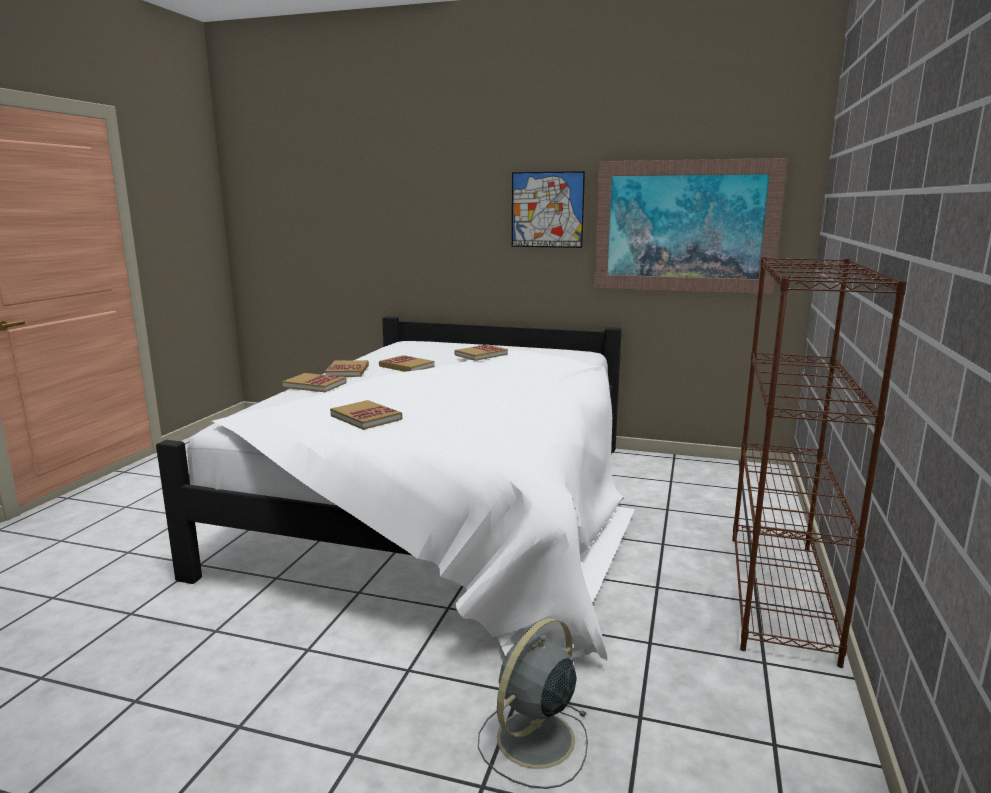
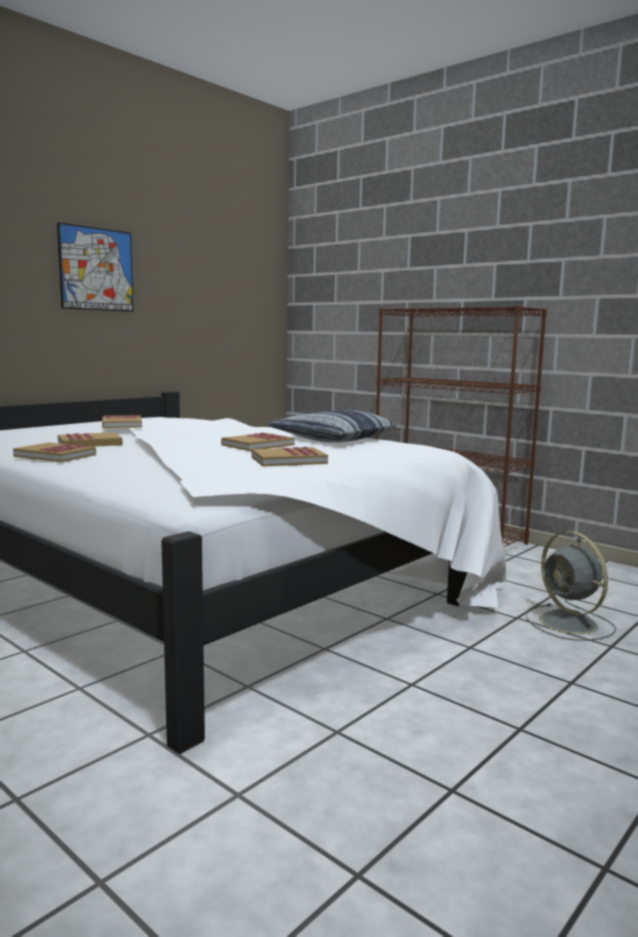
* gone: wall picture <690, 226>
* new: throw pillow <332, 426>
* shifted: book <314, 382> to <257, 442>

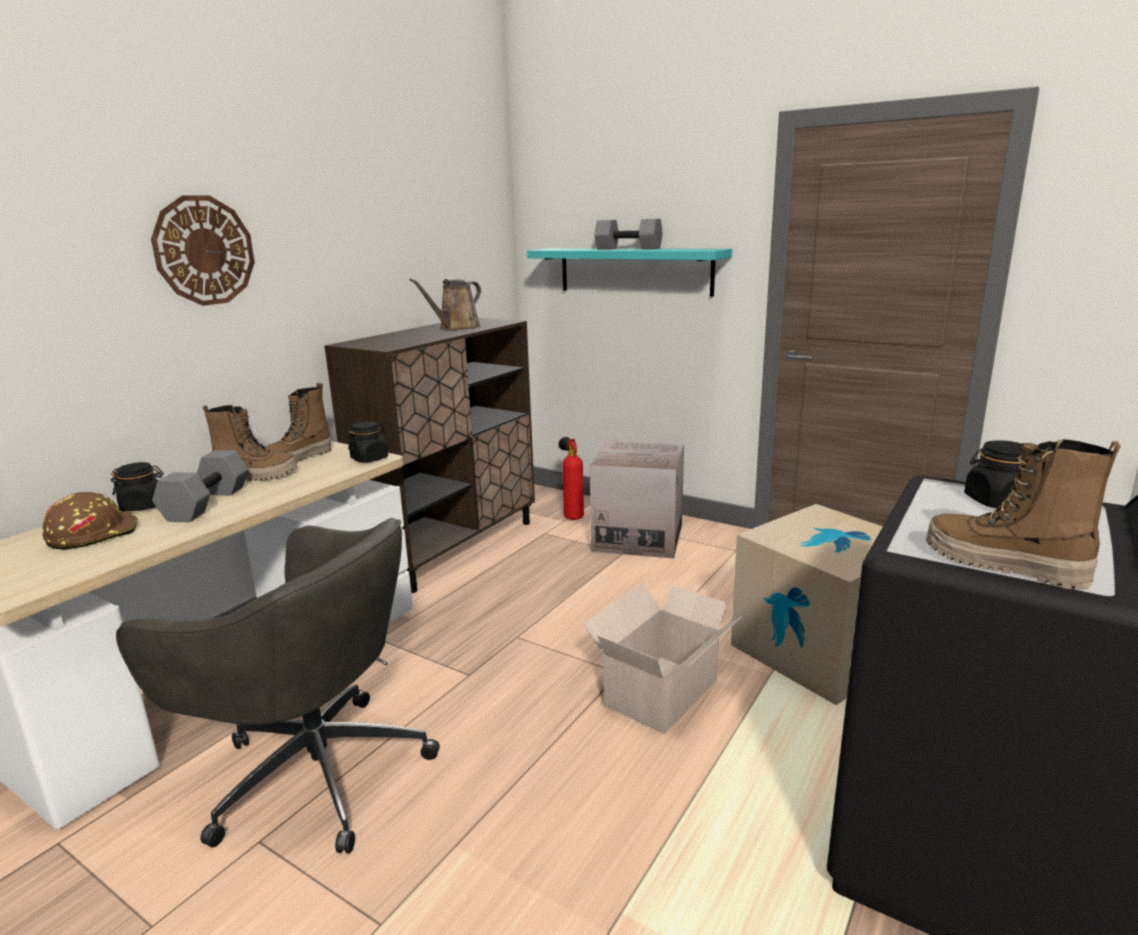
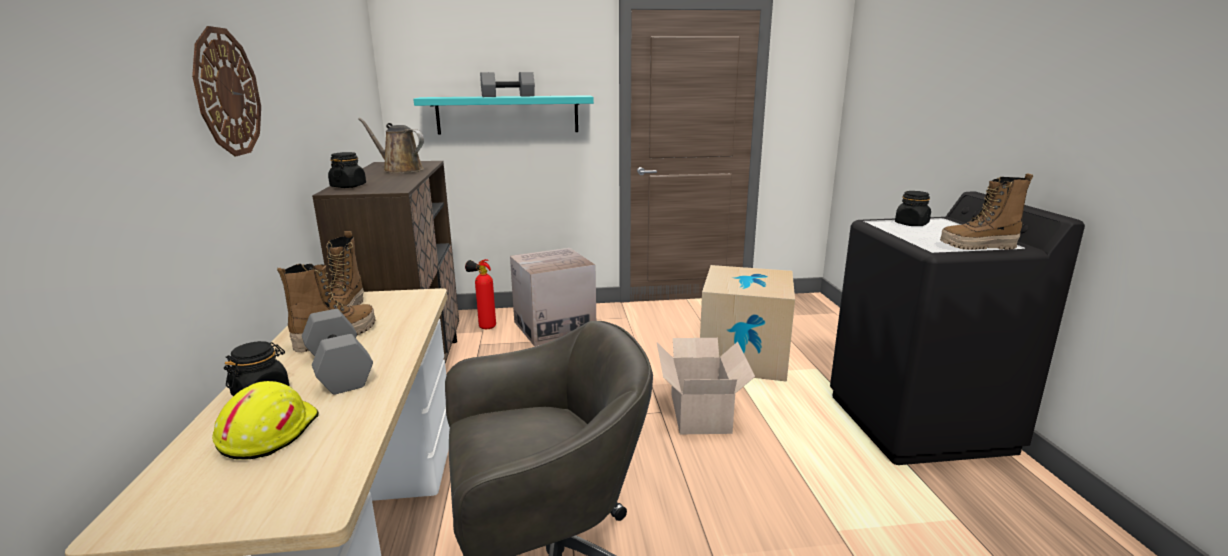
* shifted: preserve jar in blackish <368, 442> to <347, 170>
* repainted: safety helmet in brown <90, 521> to safety helmet in yellow <265, 420>
* rotated: watering pot in brown <445, 304> = <391, 145> 120 degrees clockwise

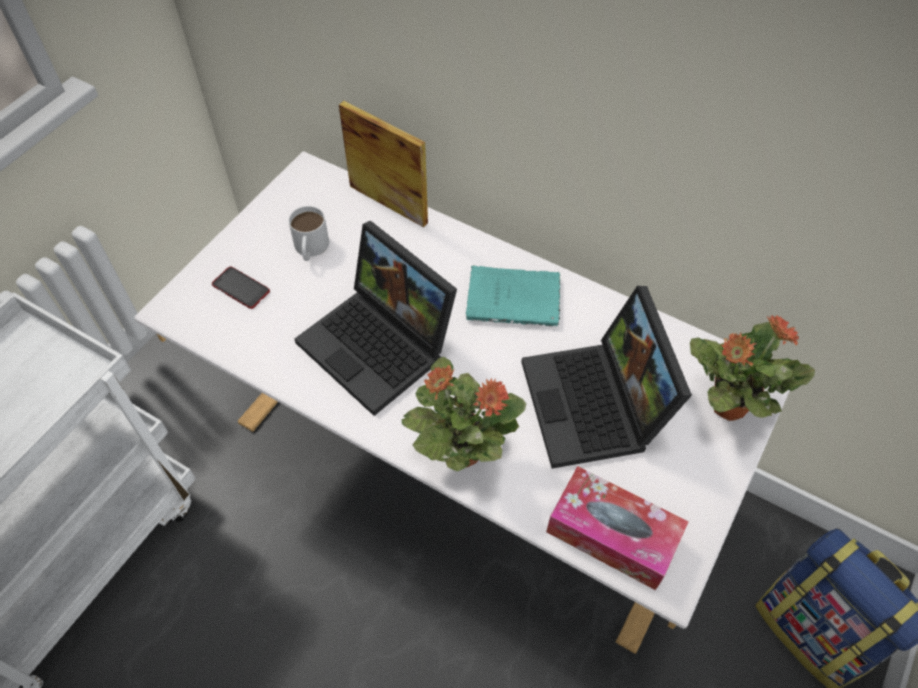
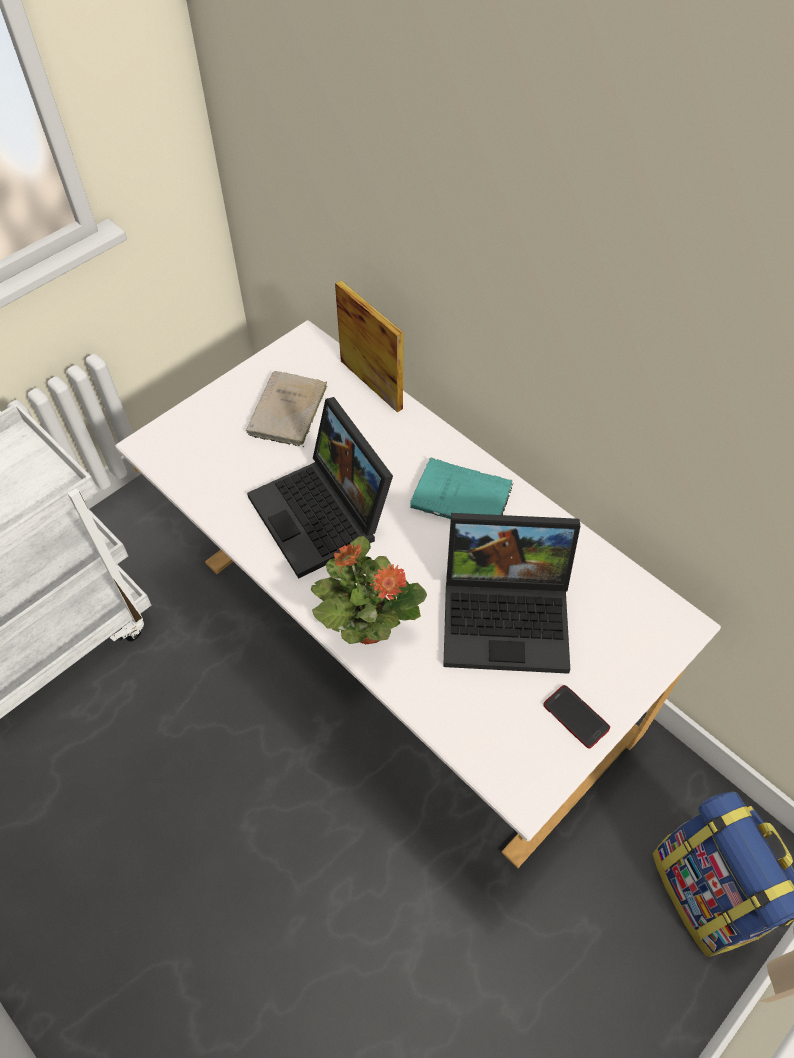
* gone: box of tissues <617, 528>
* gone: houseplant <752, 368>
* shifted: handset <241, 288> to <576, 716>
* swapped: mug in white-coloured <308, 233> to book in beige-coloured <286, 409>
* rotated: portable computer <606, 377> = <511, 593> 90 degrees counterclockwise

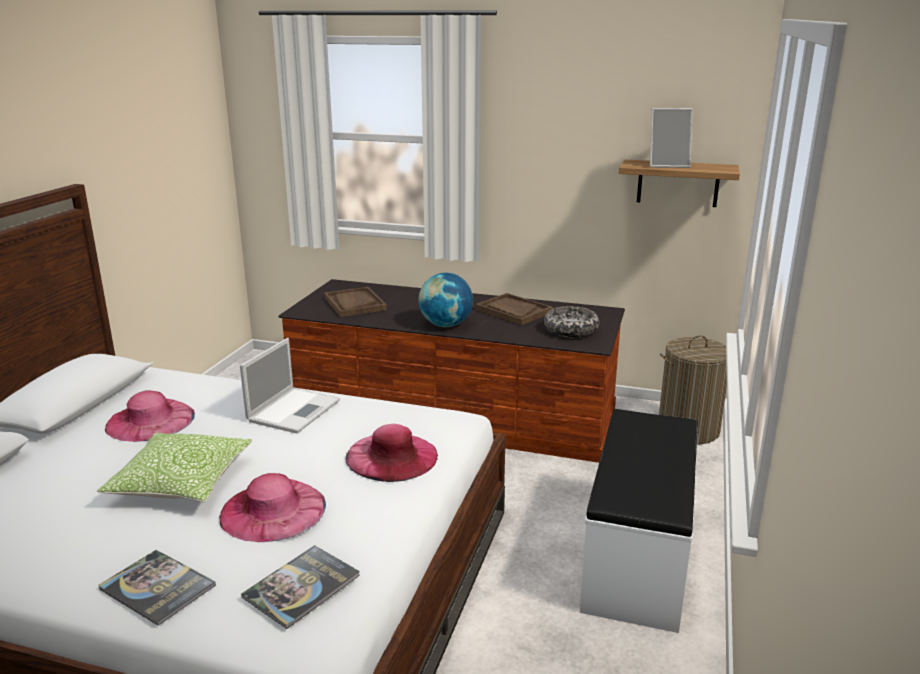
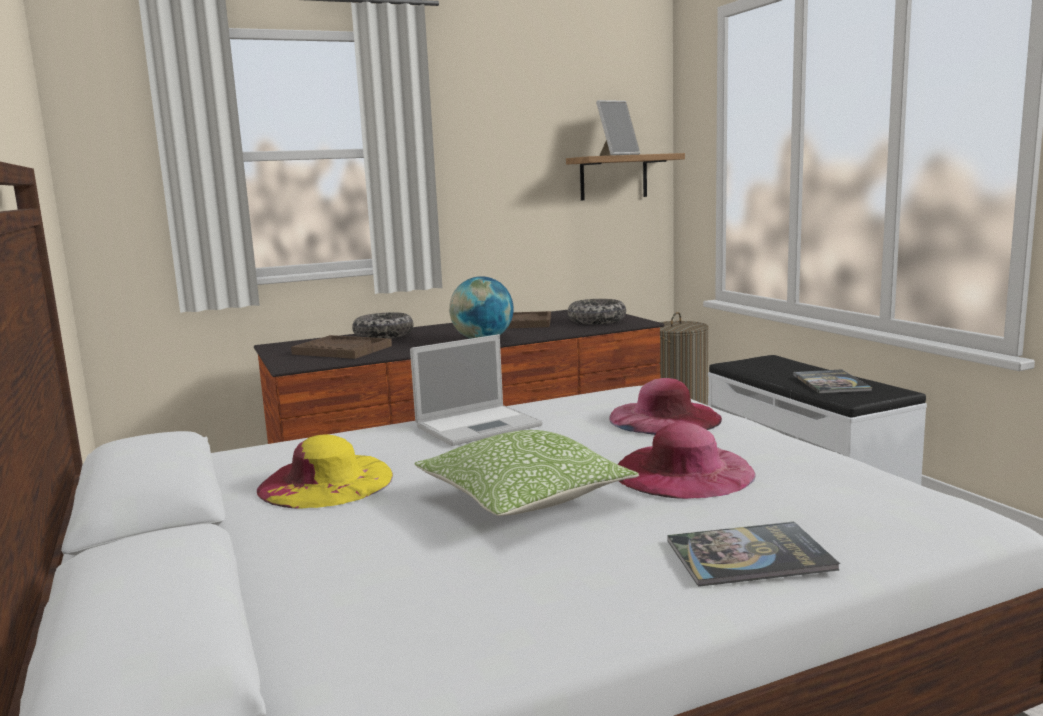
* new: bowl <382, 325>
* shifted: book <300, 587> to <832, 382>
* repainted: wearable hat in pink-coloured <150, 416> to wearable hat in yellow <325, 471>
* rotated: portable computer <290, 385> = <476, 390> 75 degrees clockwise

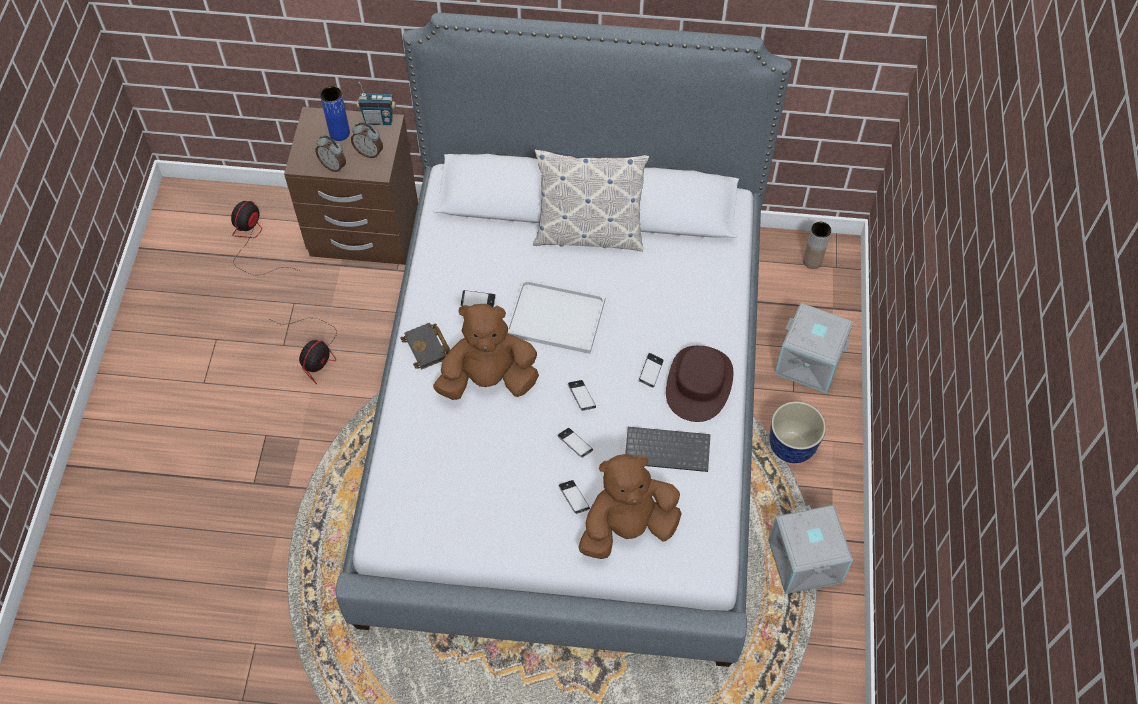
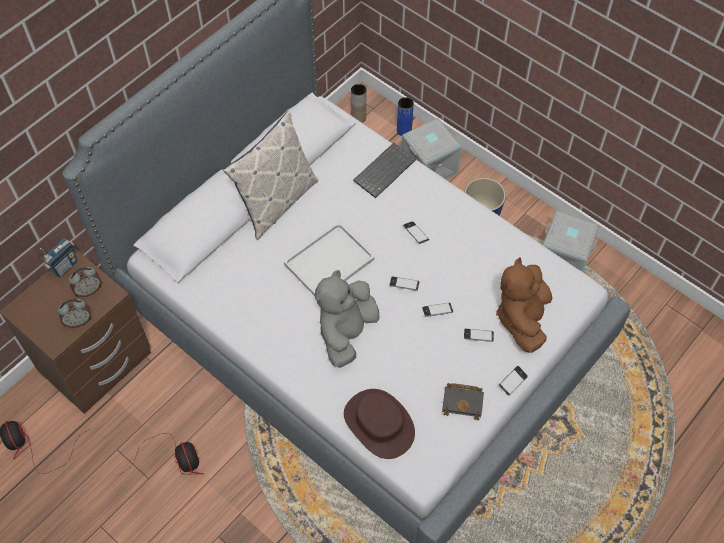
* shifted: vase in blue-coloured <335, 113> to <405, 116>
* shifted: book in blackish <425, 346> to <463, 401>
* shifted: handset <478, 299> to <513, 381>
* shifted: keyboard <668, 449> to <384, 170>
* shifted: wearable hat in brown <699, 384> to <379, 424>
* repainted: plush toy in brown <486, 352> to plush toy in gray <347, 319>

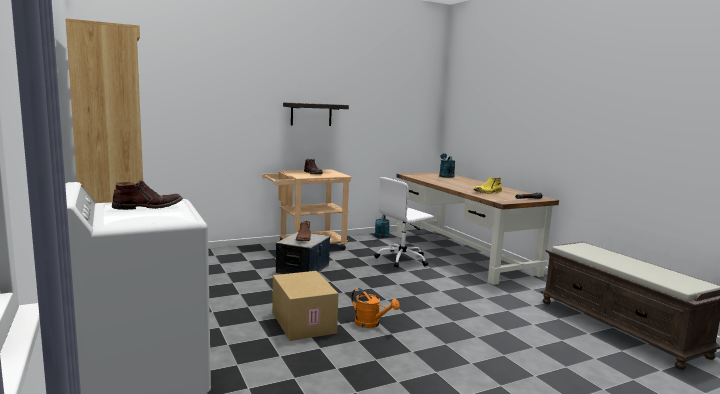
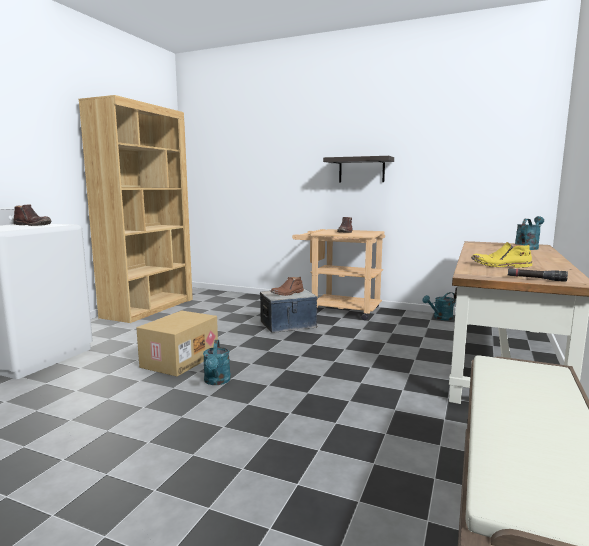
* gone: office chair in white-coloured <404, 222>
* repainted: watering pot in orange-coloured <375, 308> to watering pot in turquoise <217, 362>

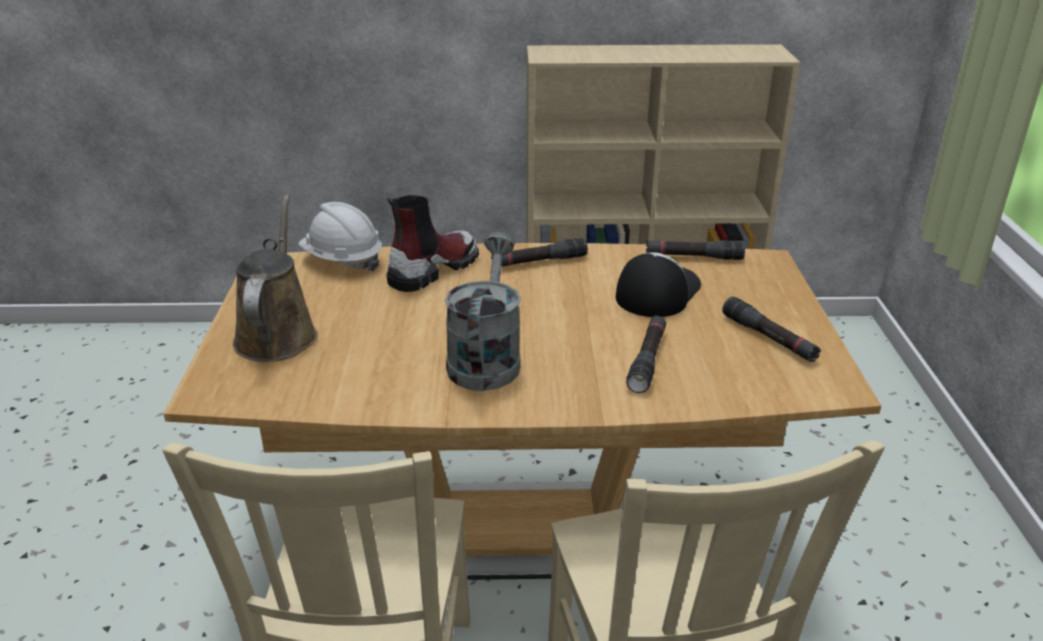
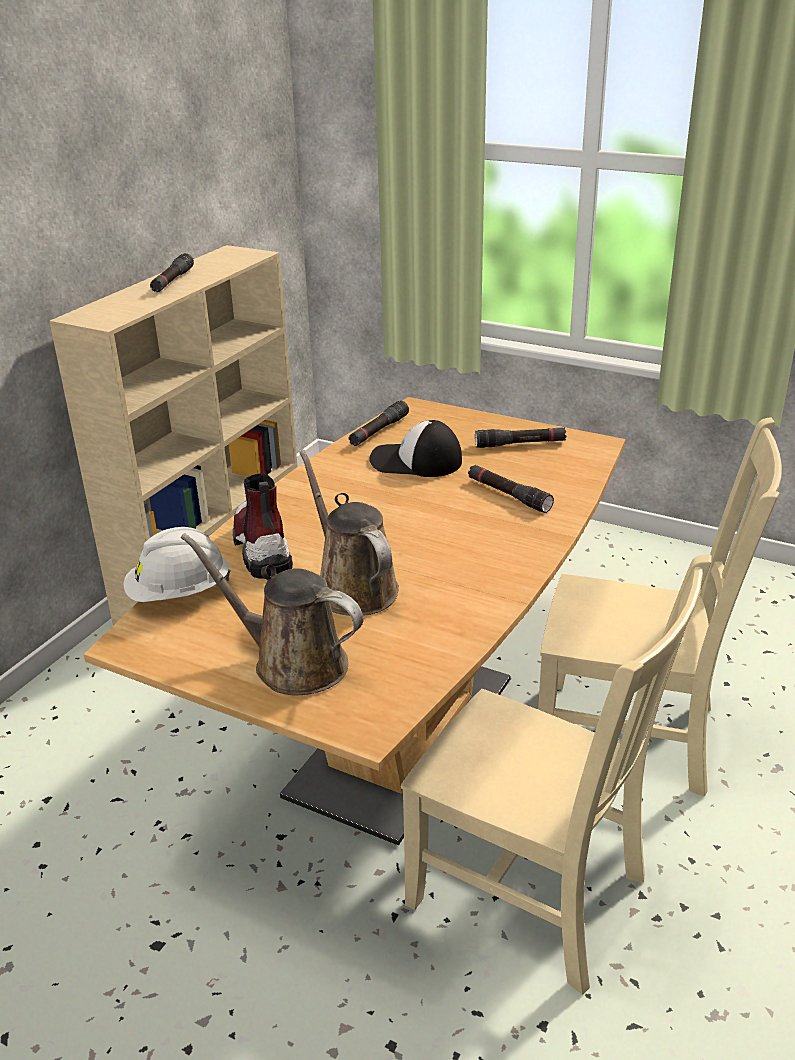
* gone: watering pot in gray <483, 311>
* new: watering pot in brown <349, 533>
* shifted: torch in blackish <539, 252> to <172, 272>
* rotated: baseball cap <658, 284> = <415, 448> 45 degrees counterclockwise

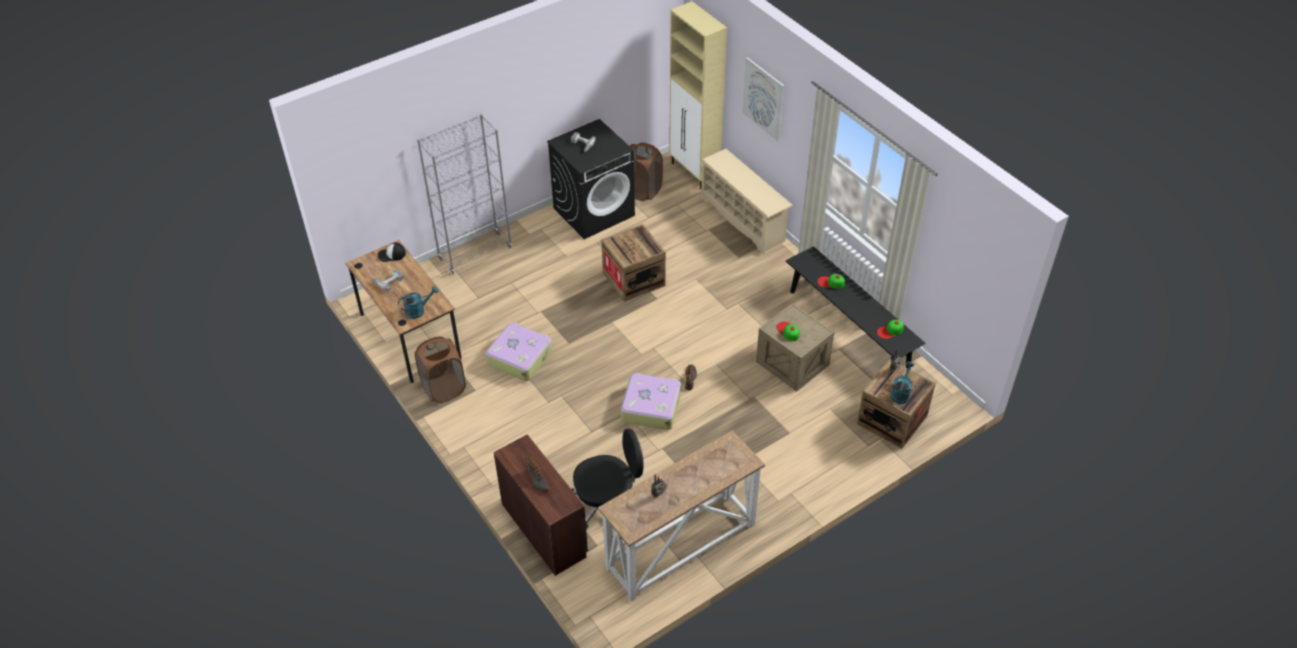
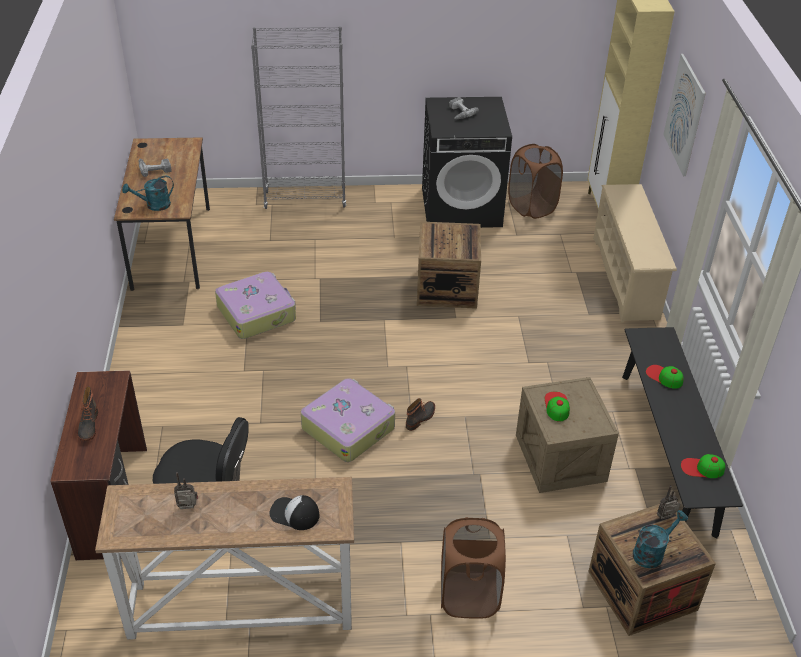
* shifted: baseball cap <392, 252> to <294, 512>
* shifted: laundry basket in brown <440, 370> to <473, 567>
* rotated: watering pot in turquoise <418, 302> = <148, 193> 150 degrees clockwise

